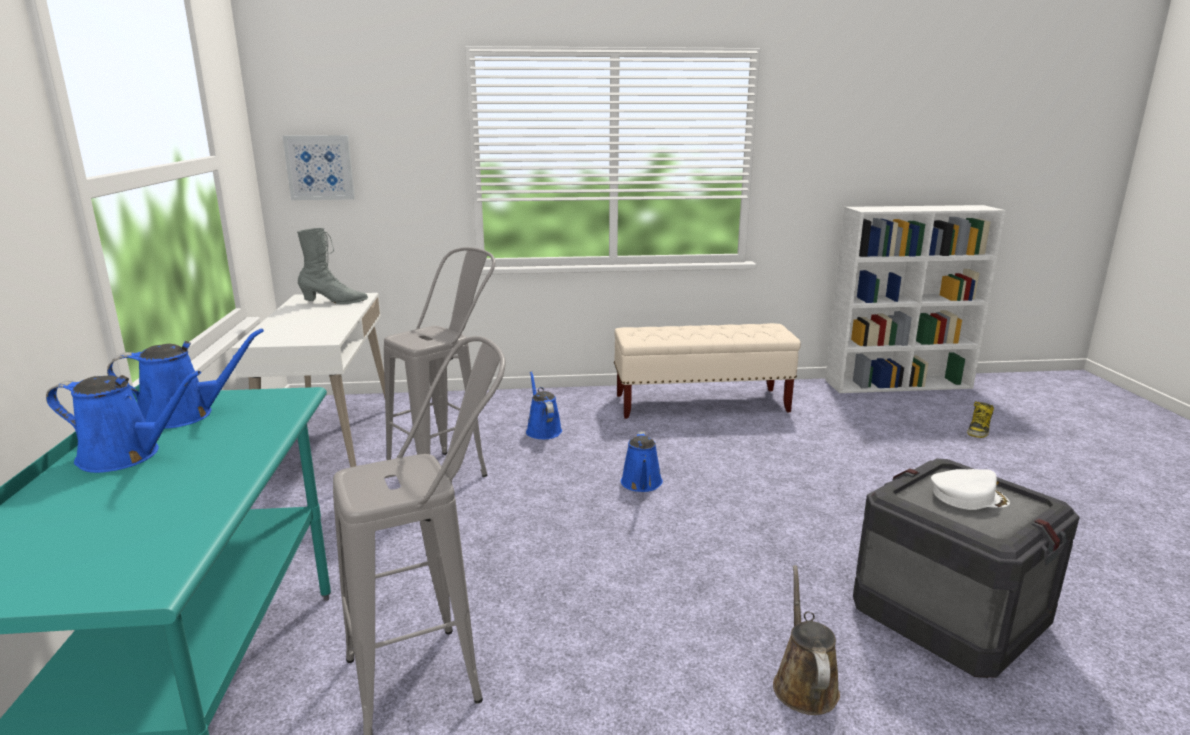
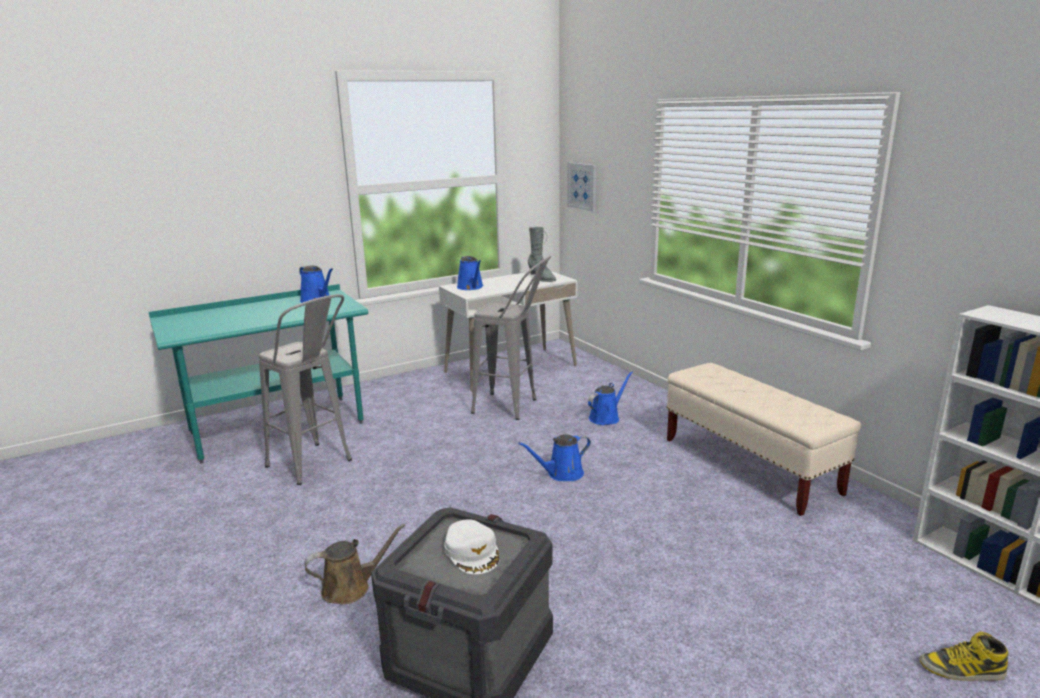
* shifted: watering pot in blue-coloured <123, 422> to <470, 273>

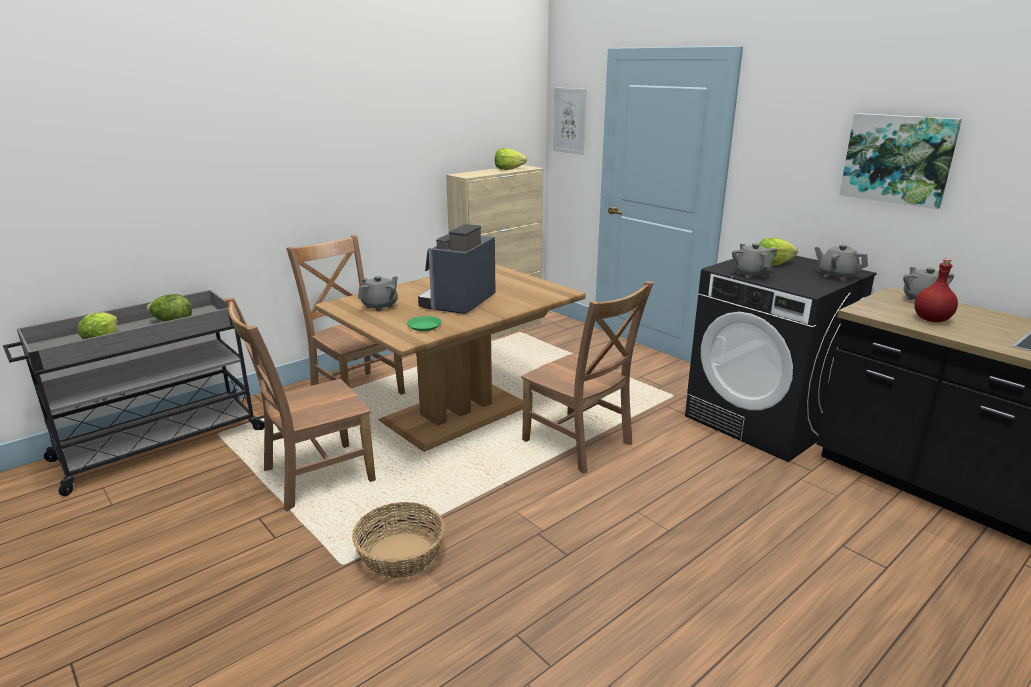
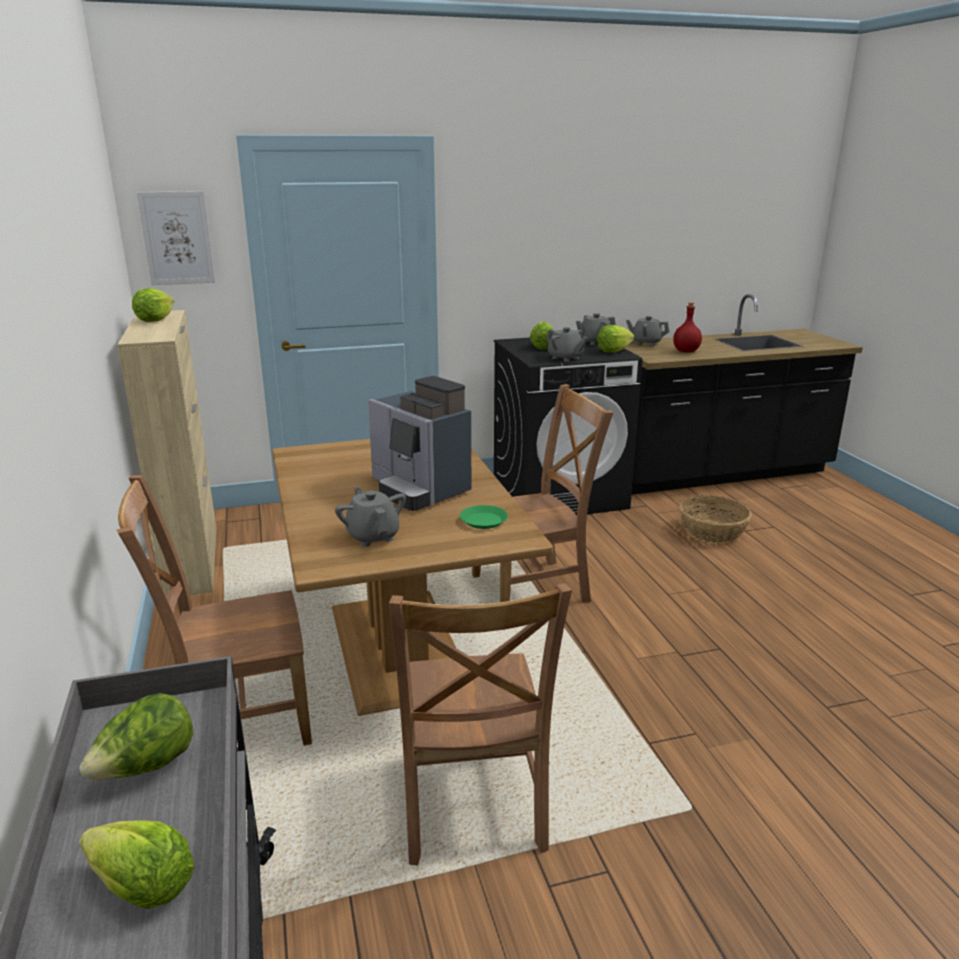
* gone: wall picture <900, 161>
* new: head of lettuce <615, 339>
* shifted: basket <398, 540> to <715, 519>
* rotated: pot for tea in gray <754, 261> = <567, 344> 150 degrees counterclockwise

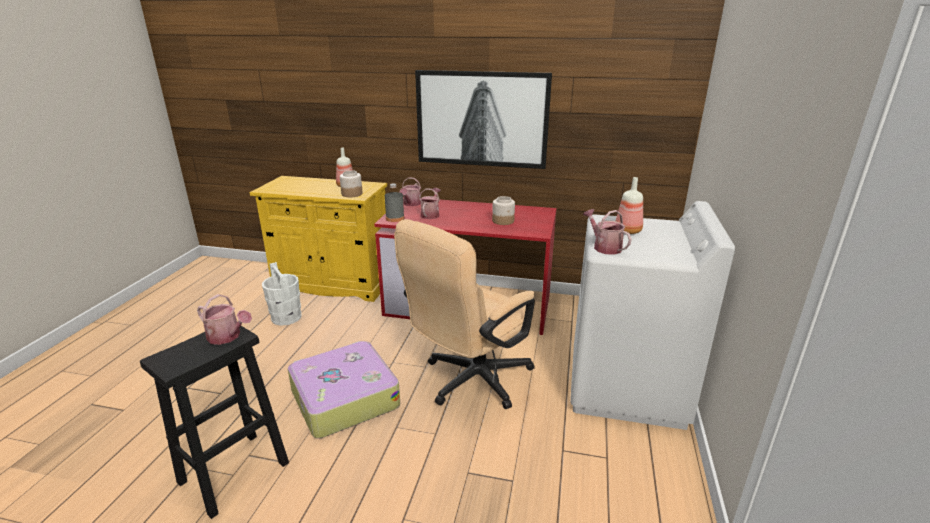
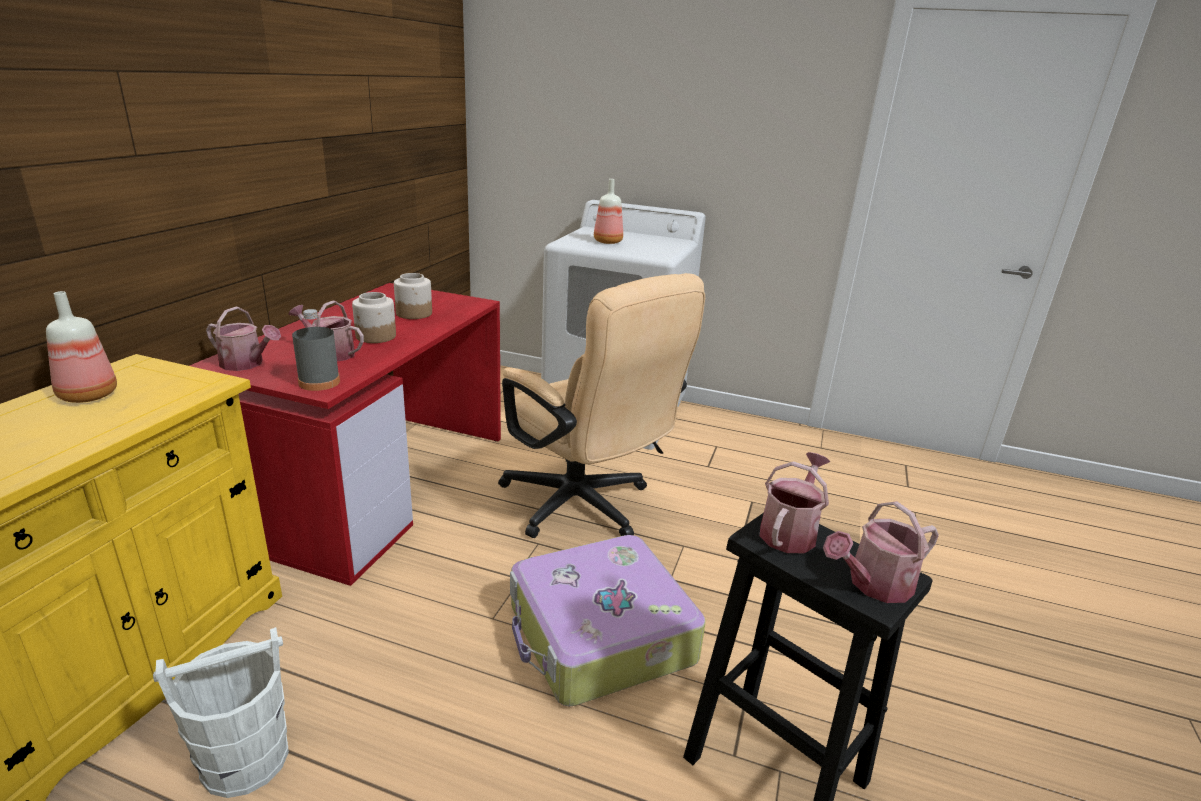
* gone: wall picture <483, 119>
* shifted: preserve jar <351, 183> to <374, 317>
* shifted: watering pot <607, 232> to <881, 552>

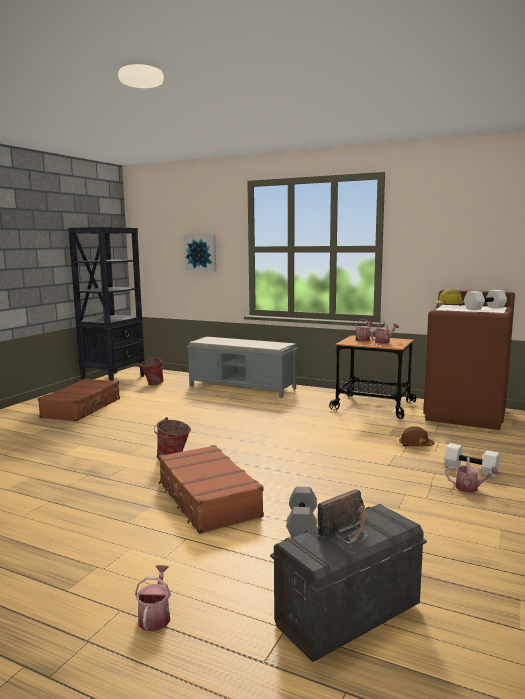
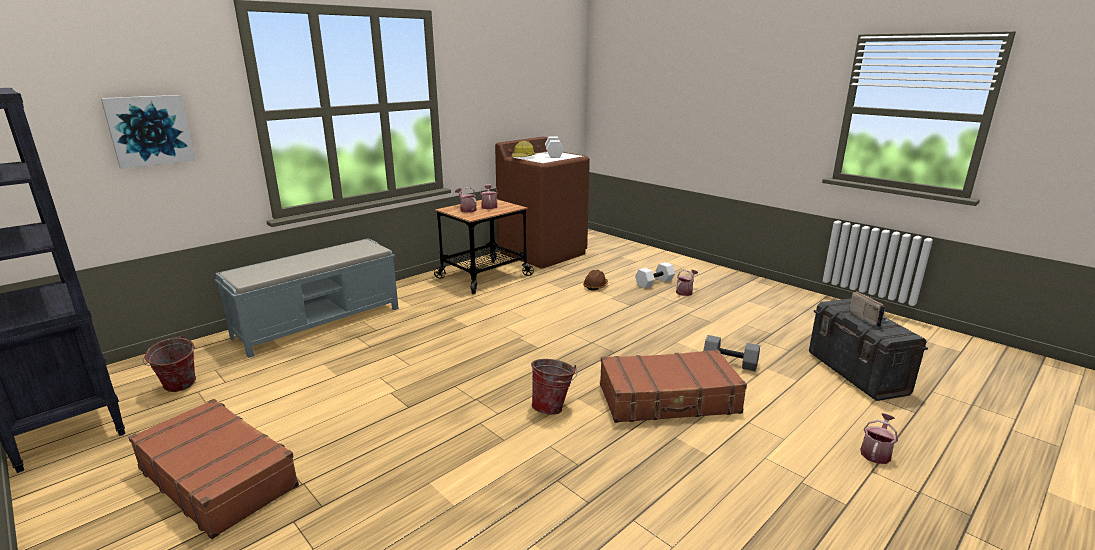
* rotated: watering pot <153, 598> = <879, 438> 105 degrees clockwise

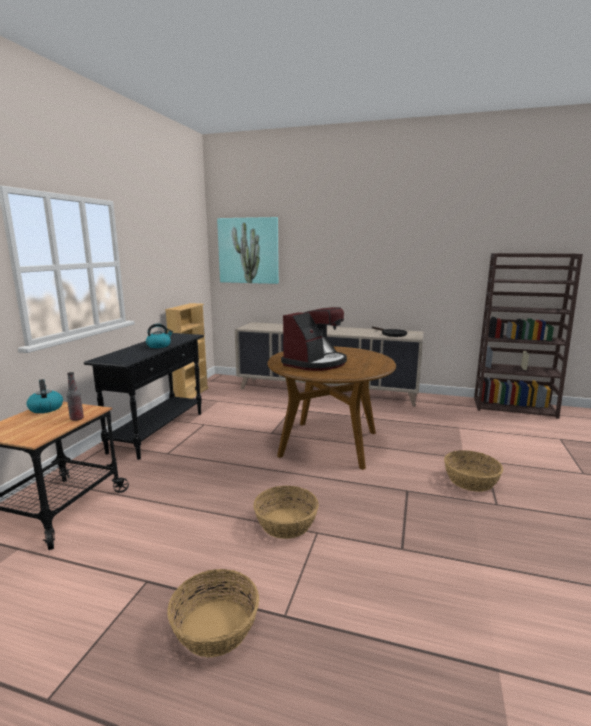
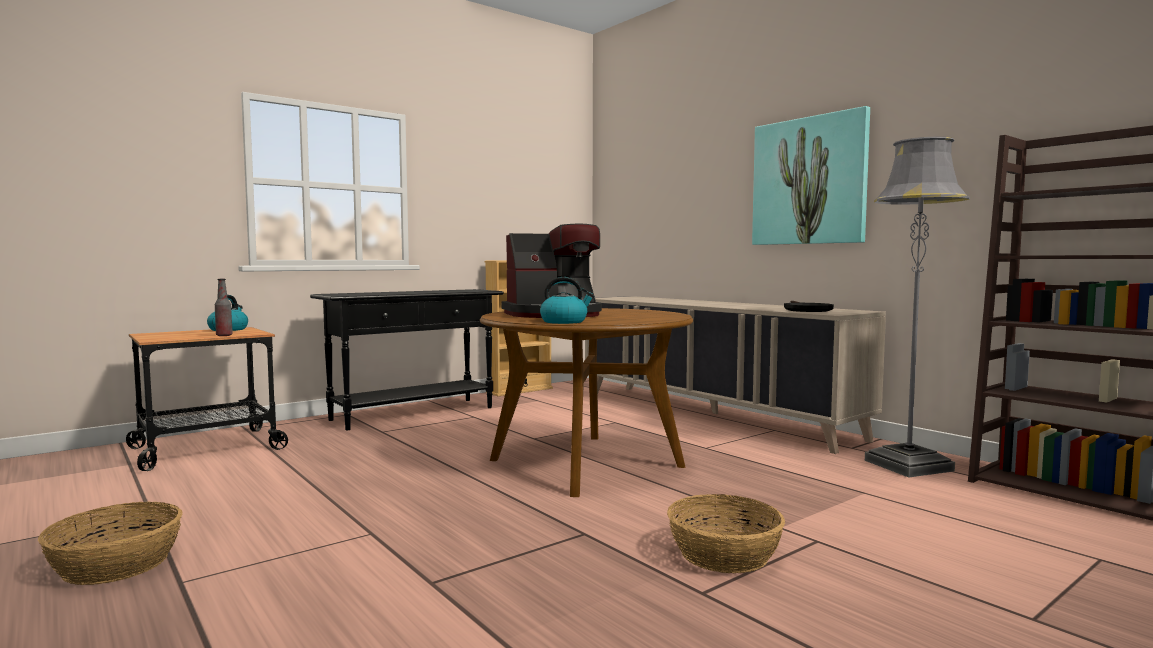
* gone: basket <286, 512>
* new: standing lamp in gray <917, 307>
* shifted: tea kettle <159, 336> to <567, 300>
* shifted: wall picture <248, 250> to <811, 175>

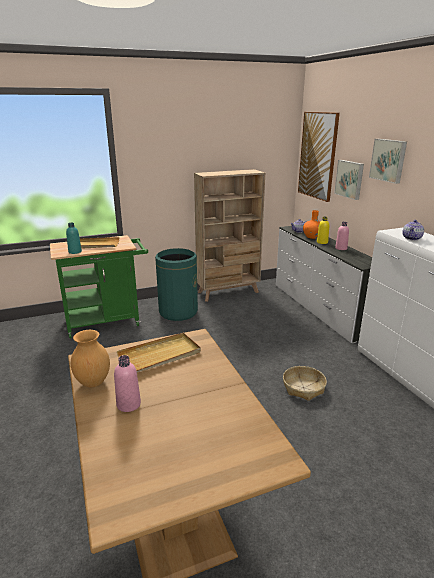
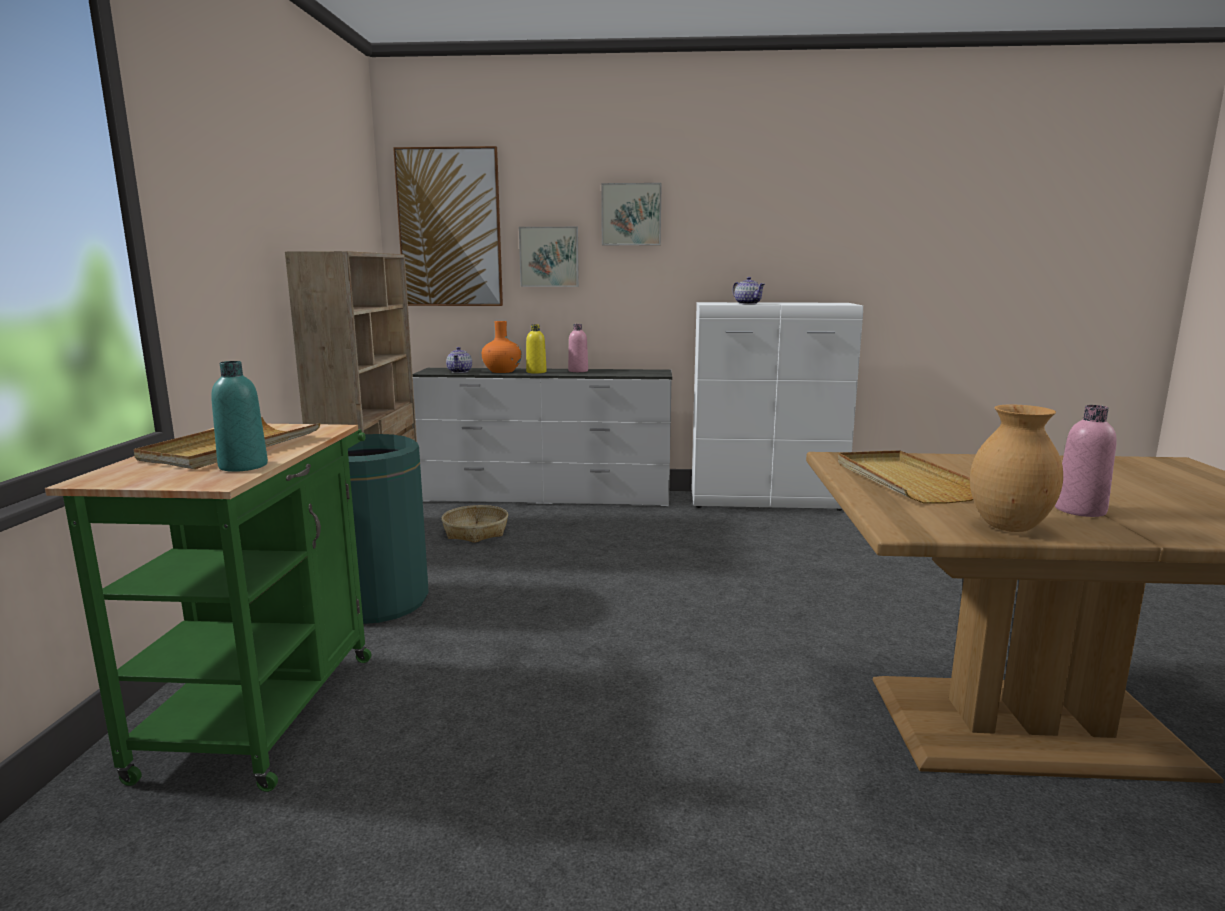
* shifted: basket <305, 383> to <474, 524>

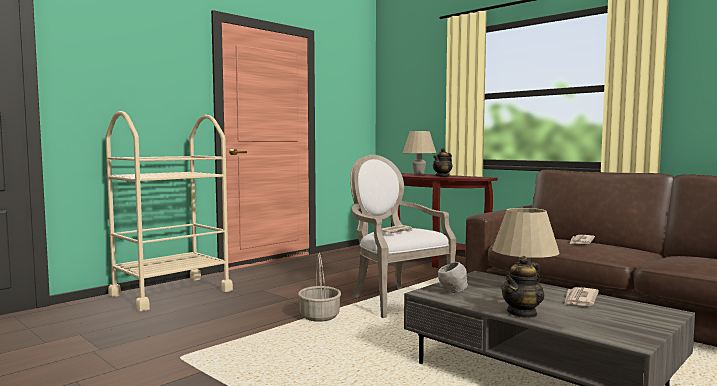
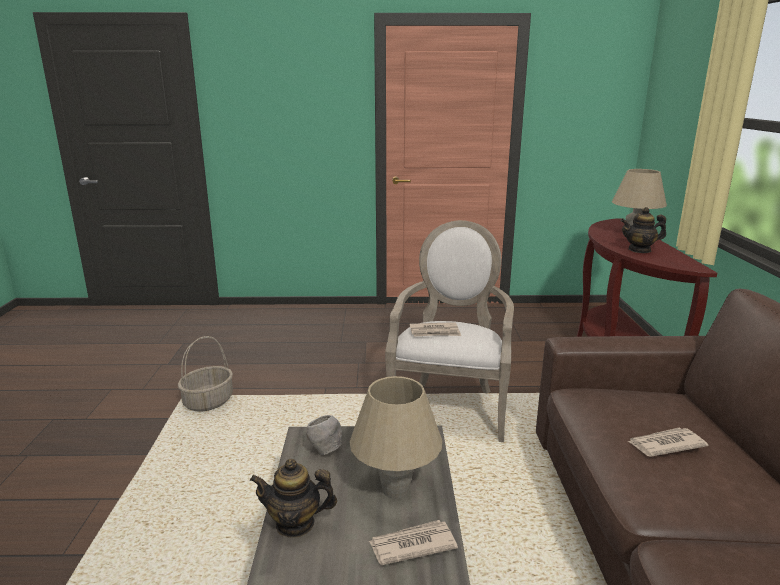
* gone: cart in beige-coloured <169, 211>
* shifted: basket <319, 287> to <205, 374>

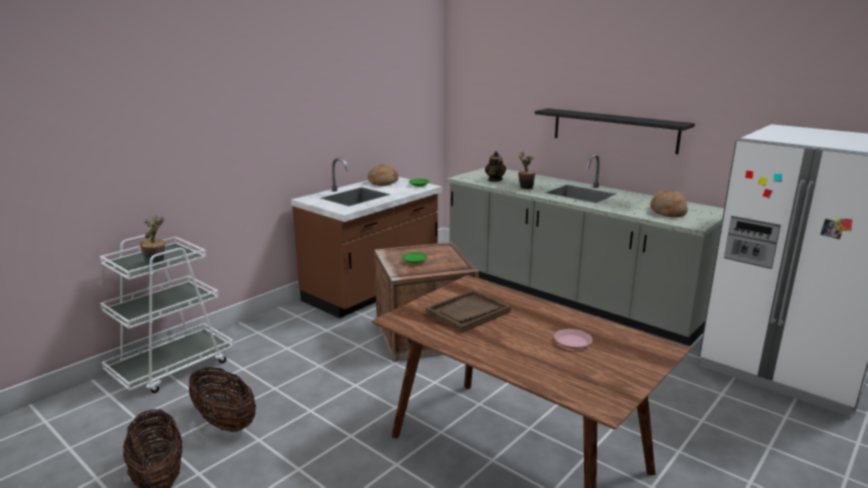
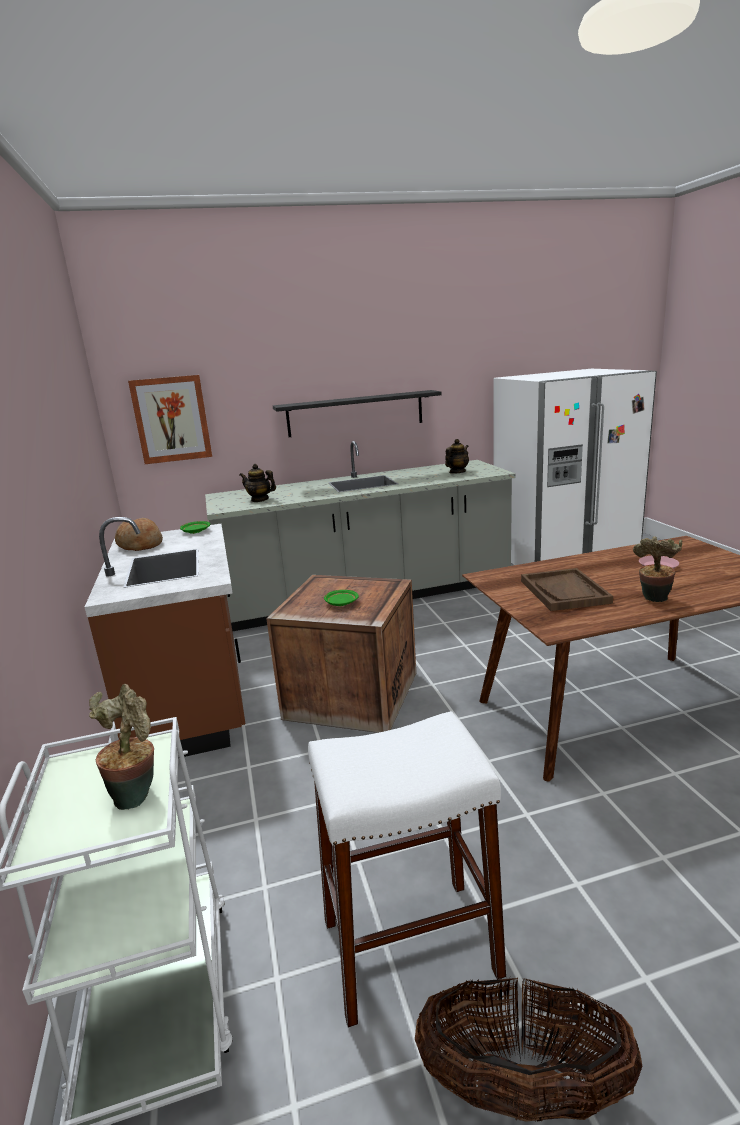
* new: wall picture <170, 419>
* shifted: houseplant <527, 171> to <657, 569>
* swapped: basket <222, 399> to stool seat in white-coloured <407, 869>
* swapped: bakery bread <669, 203> to pot for tea <457, 456>

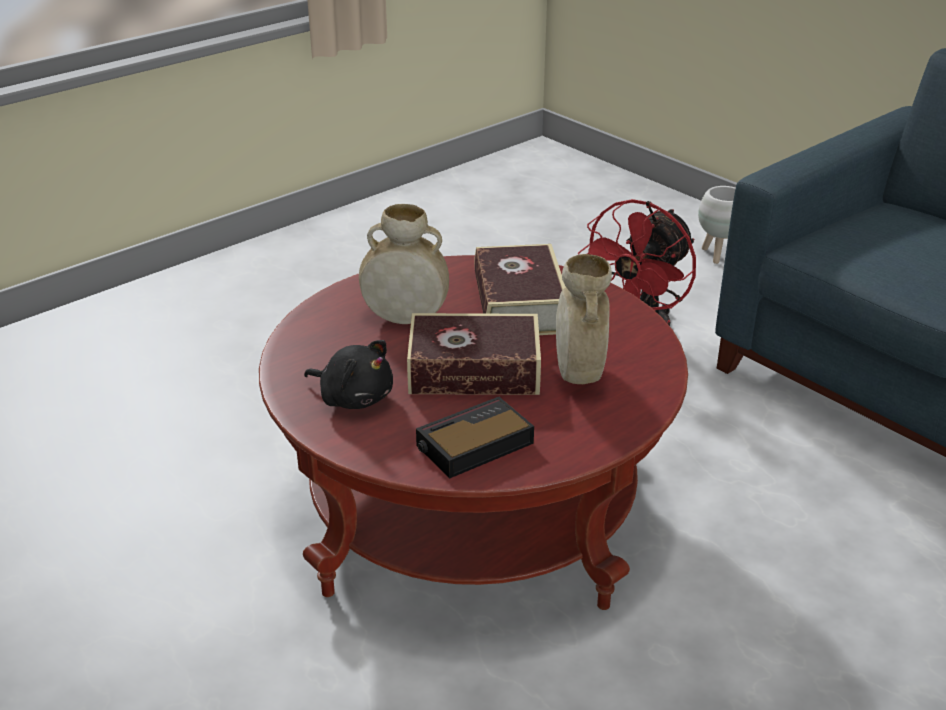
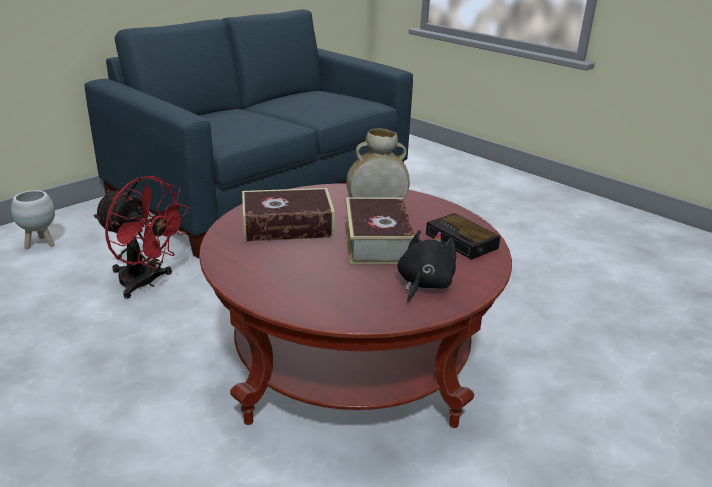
* gone: vase in beige-coloured <404, 264>

